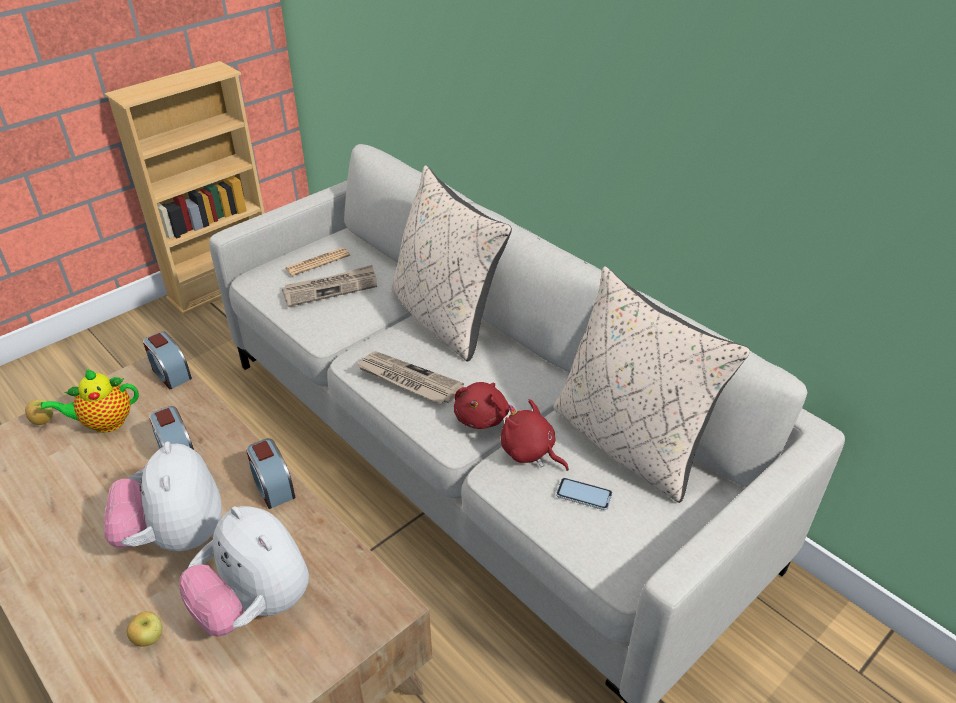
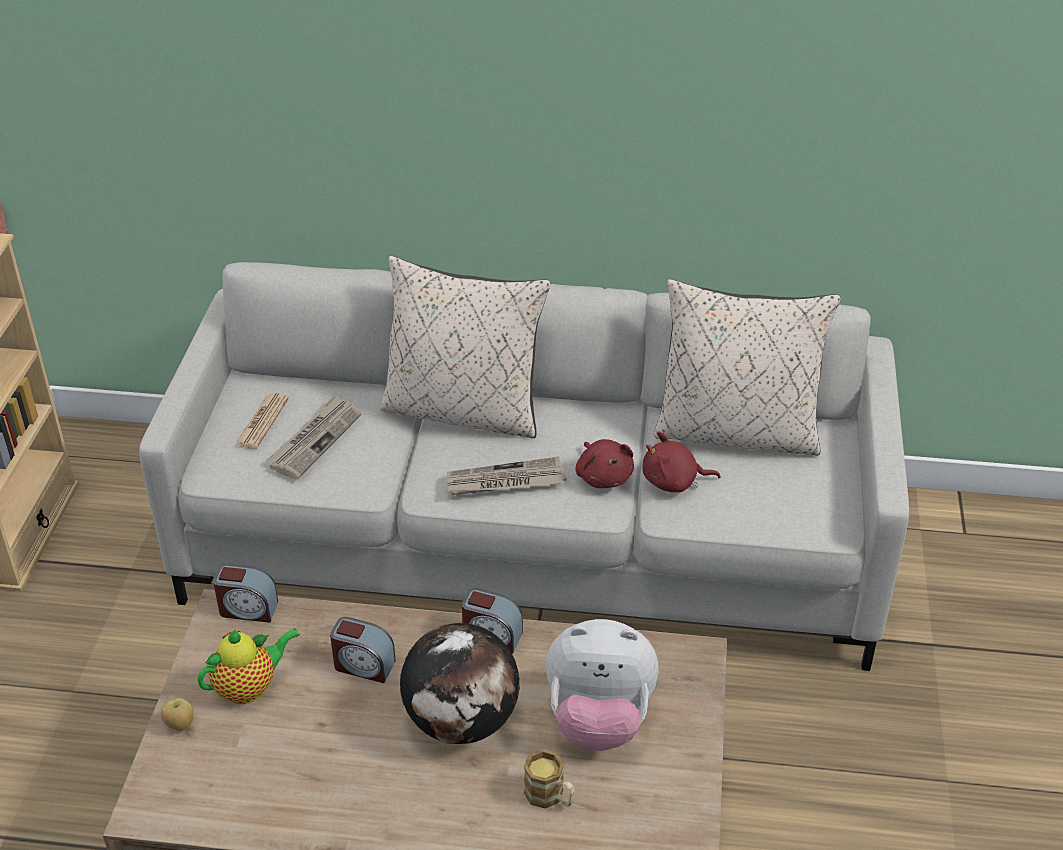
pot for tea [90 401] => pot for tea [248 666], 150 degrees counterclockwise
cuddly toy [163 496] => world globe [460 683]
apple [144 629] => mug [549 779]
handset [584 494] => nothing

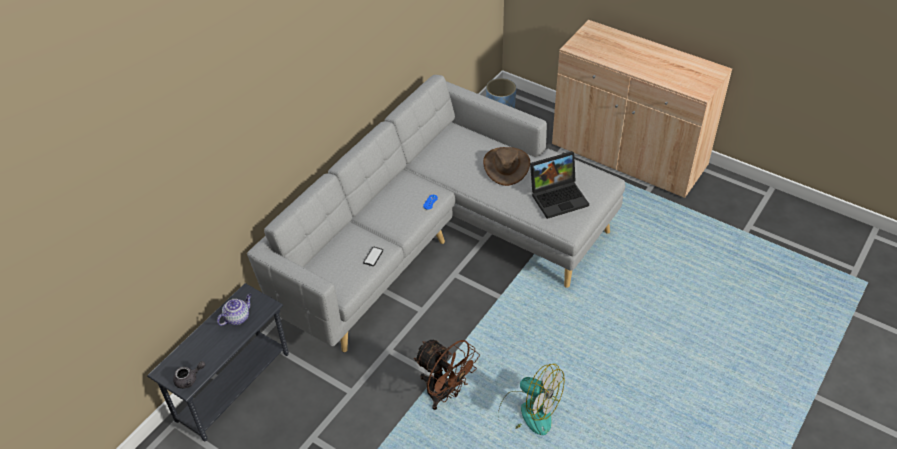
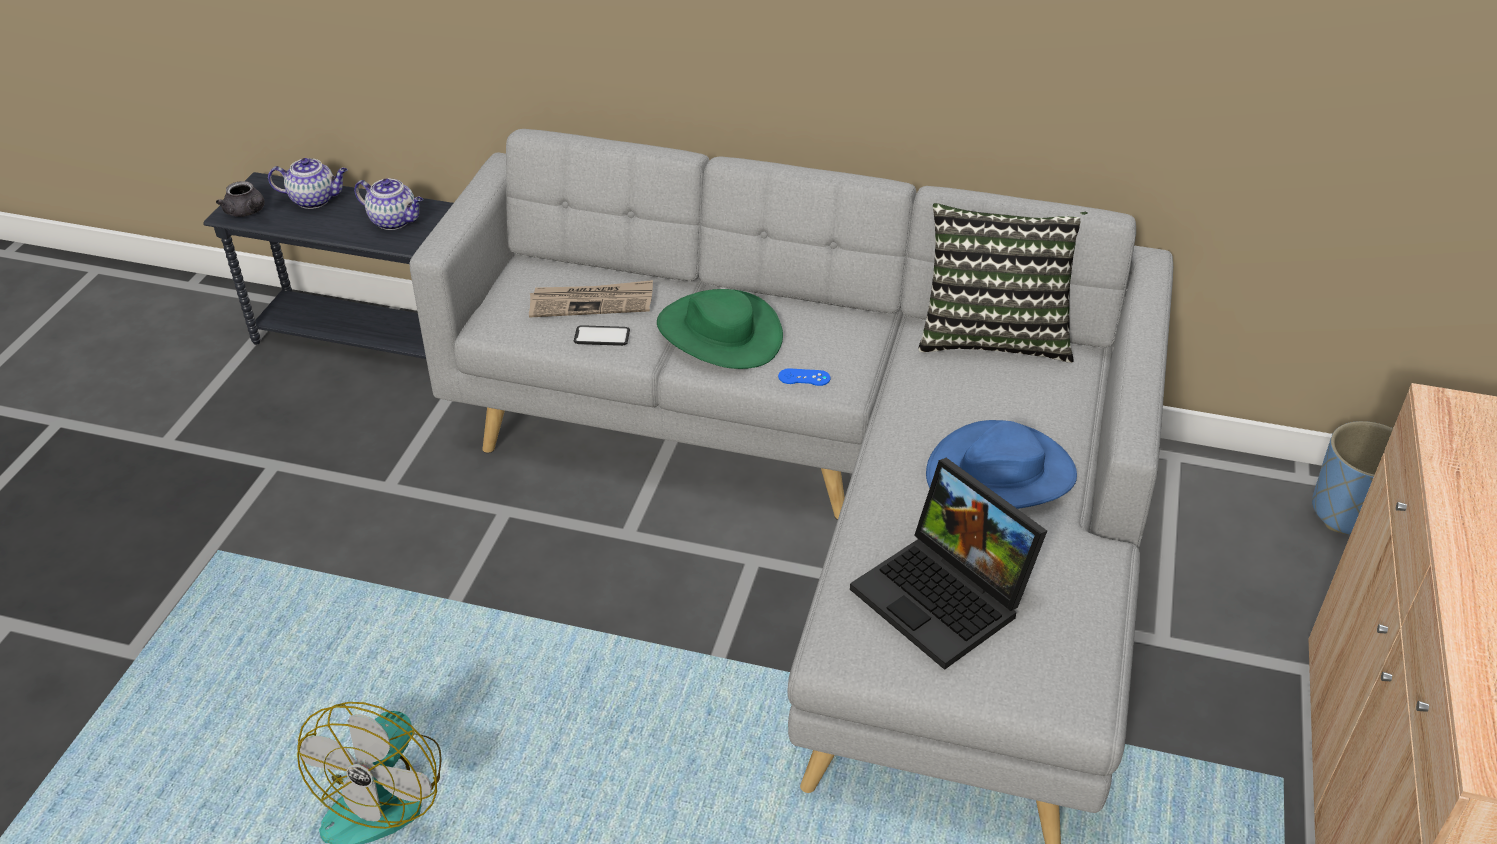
brownish cooling fan [447 375] => nothing
brownish wearable hat [506 166] => blue wearable hat [1001 464]
nothing => pot for tea [308 183]
nothing => printed paper [591 299]
nothing => green-coloured wearable hat [720 329]
nothing => throw pillow [1003 283]

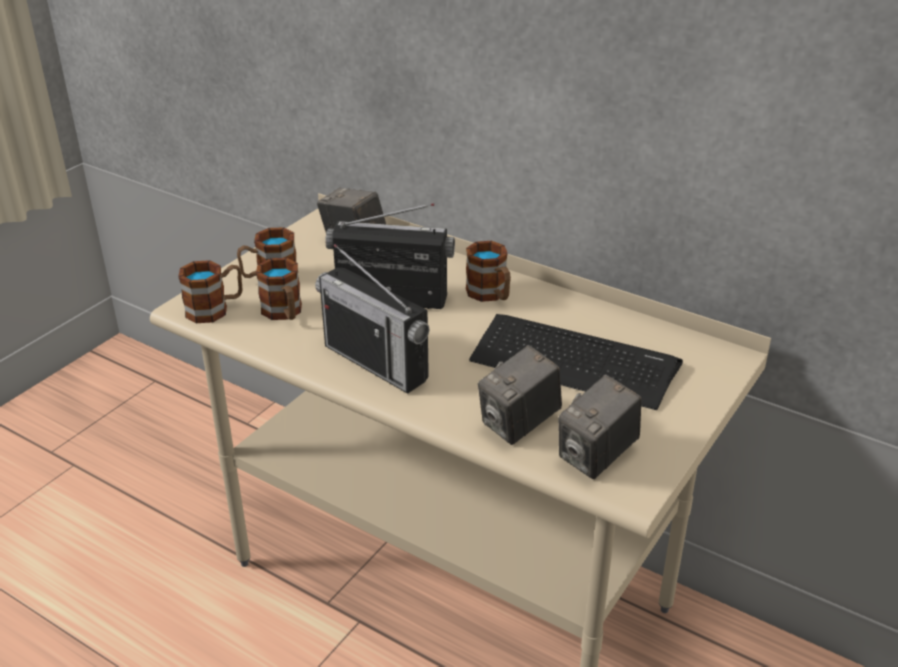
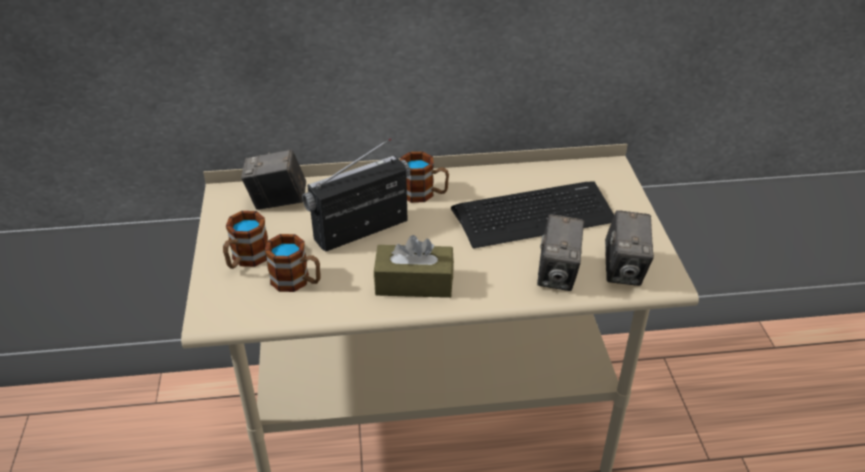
mug [210 291] => nothing
radio [372 319] => brownish tissue holder [414 266]

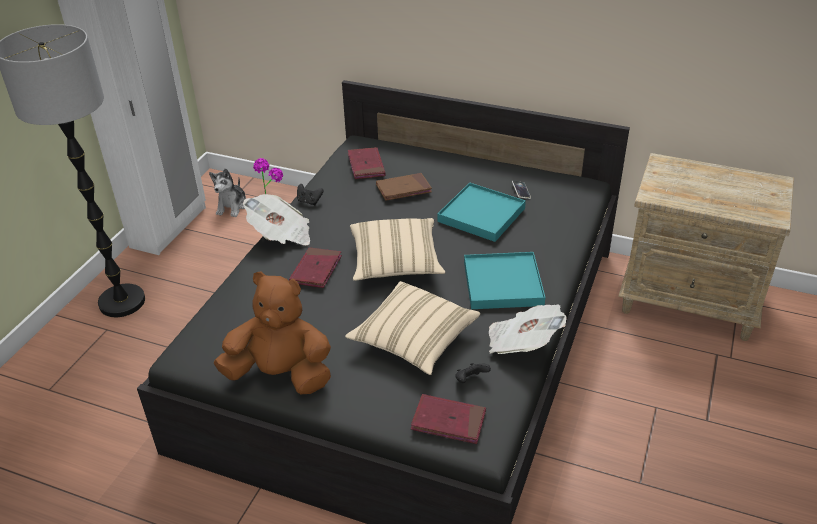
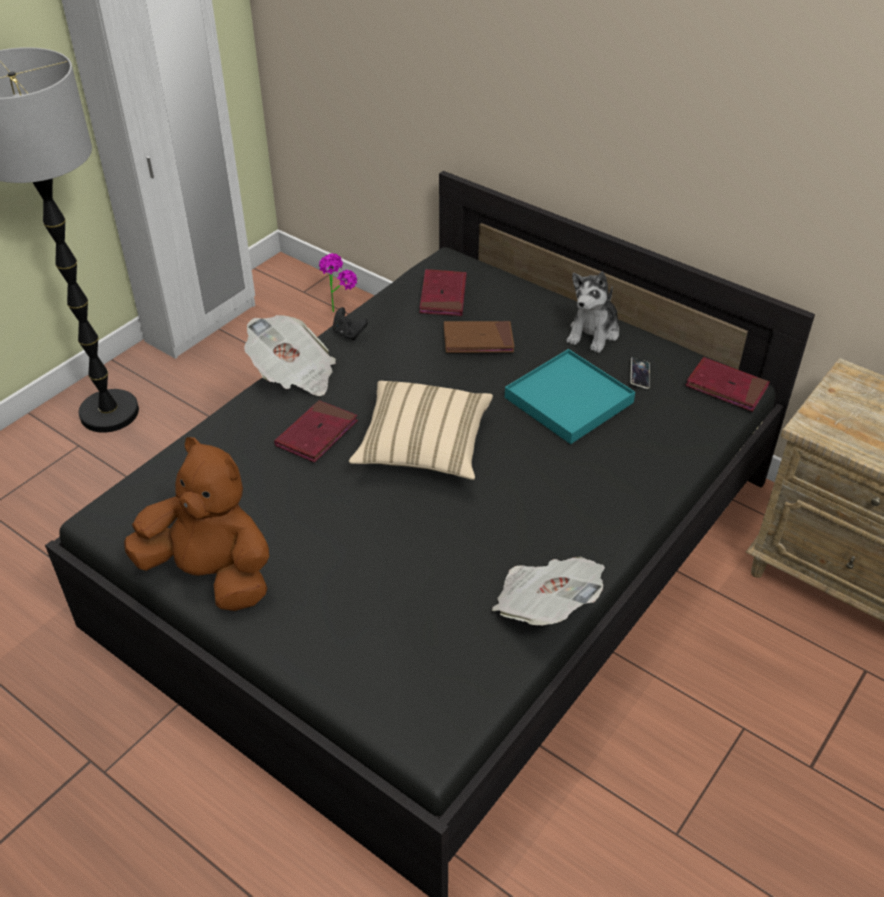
cuddly toy [227 192] => cuddly toy [592 312], relocated
beige-coloured throw pillow [412 328] => nothing
red-coloured bound book [448 419] => red-coloured bound book [727 384], relocated
black-coloured joypad [473 373] => nothing
turquoise-coloured carrying tray [504 280] => nothing

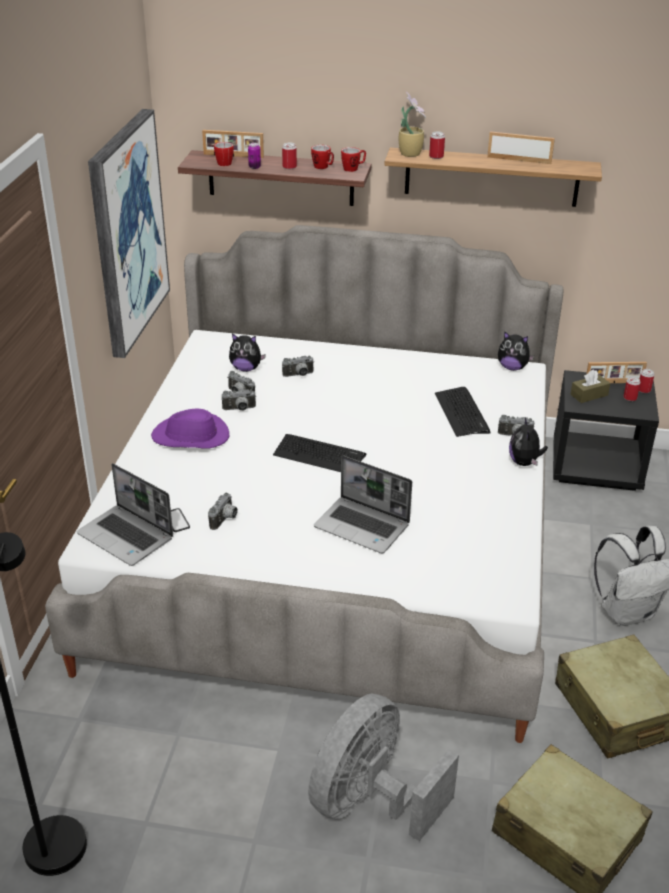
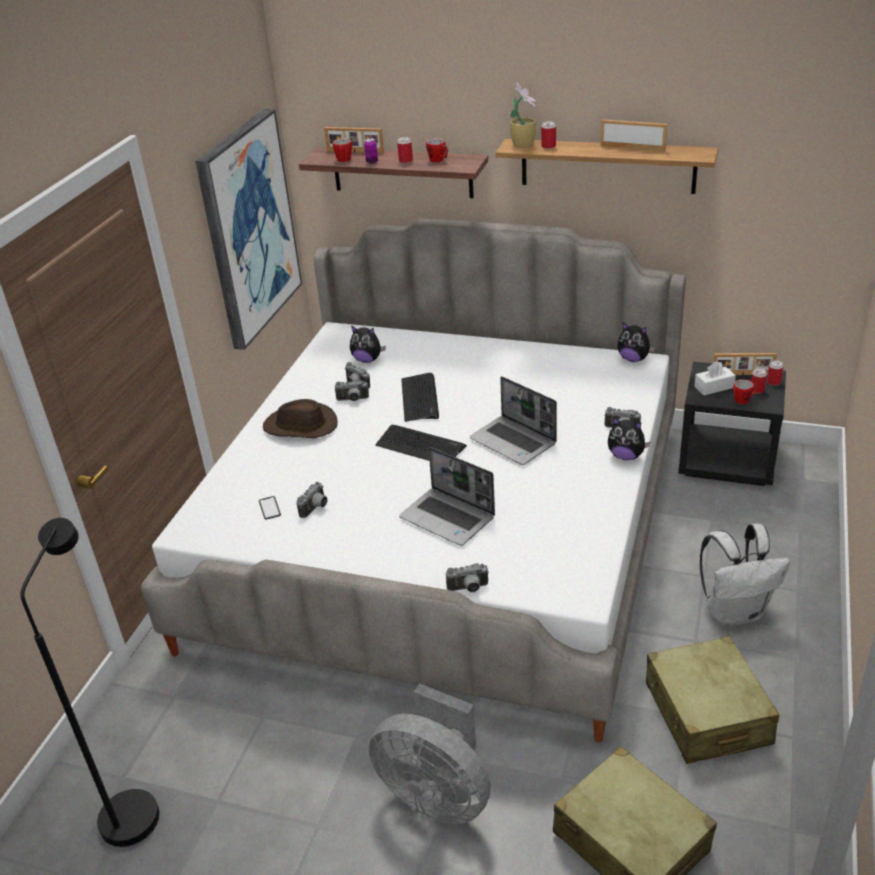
laptop [125 514] => laptop [513 420], relocated
purplish wearable hat [190 429] => brownish wearable hat [300 418]
still camera [298 366] => still camera [467 577], relocated
greyish cooling fan [383 767] => greyish cooling fan [430 754], 105 degrees counterclockwise
mug [353 159] => mug [745 391], relocated
computer keyboard [463 412] => computer keyboard [420 397], relocated
cuddly toy [528 441] => cuddly toy [629 438], 75 degrees counterclockwise
brownish tissue holder [590 386] => white-coloured tissue holder [715 378]

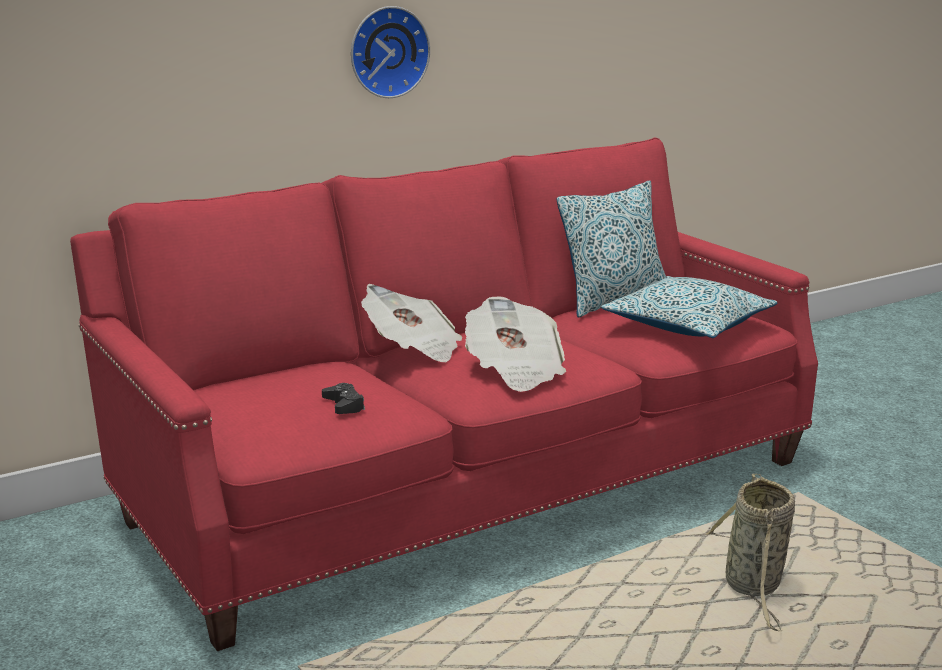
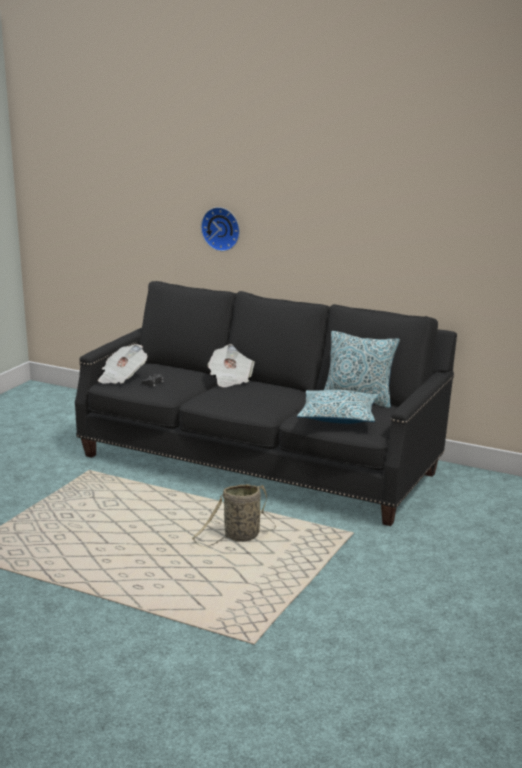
red-coloured settee [444 394] => black-coloured settee [266 403]
clock on the wall [390 52] => clock on the wall [220 229], relocated
printed paper [515 344] => printed paper [122 364], relocated

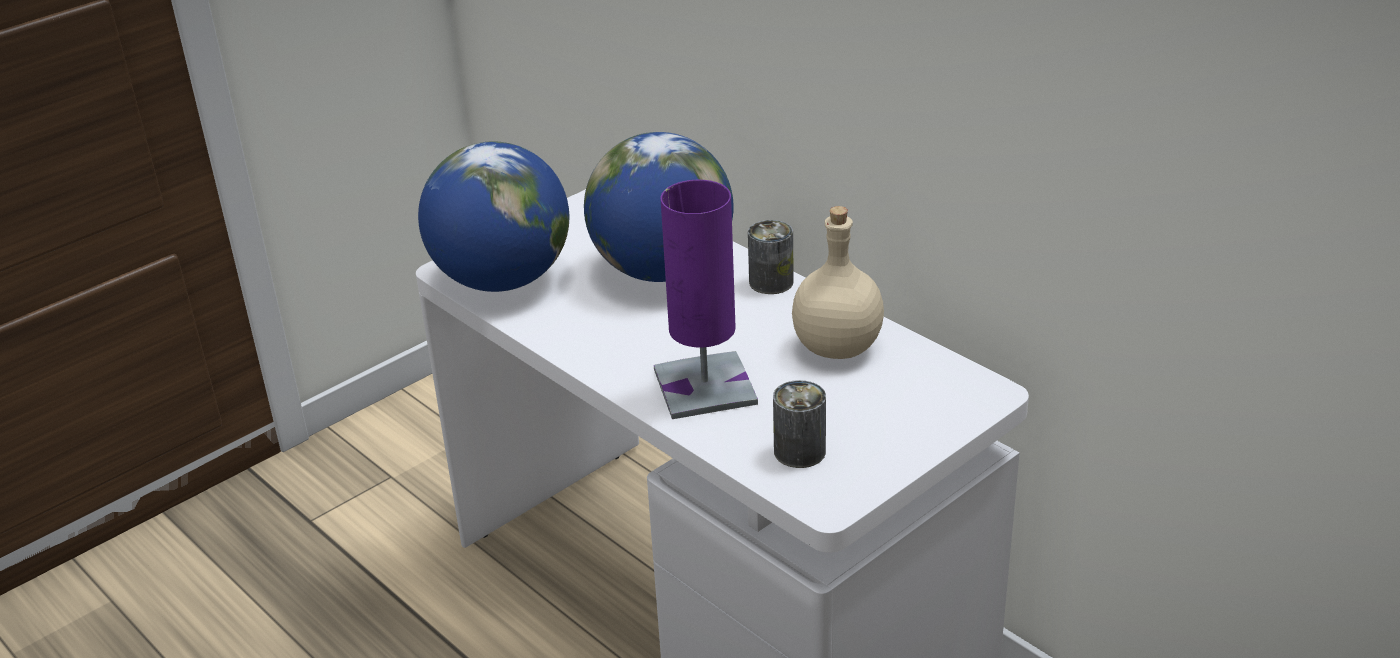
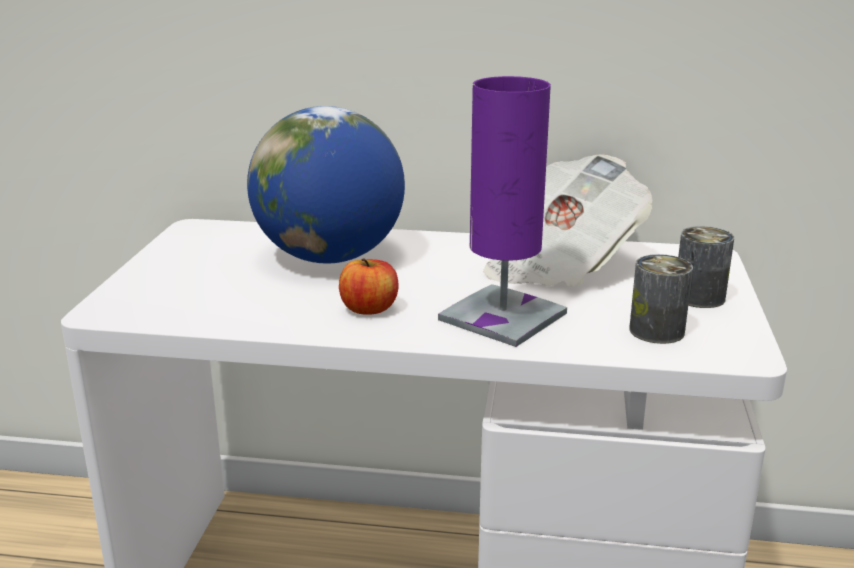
world globe [493 216] => nothing
can [771 257] => can [706 267], relocated
beige-coloured bottle [838 282] => printed paper [568 220]
nothing => apple [369 286]

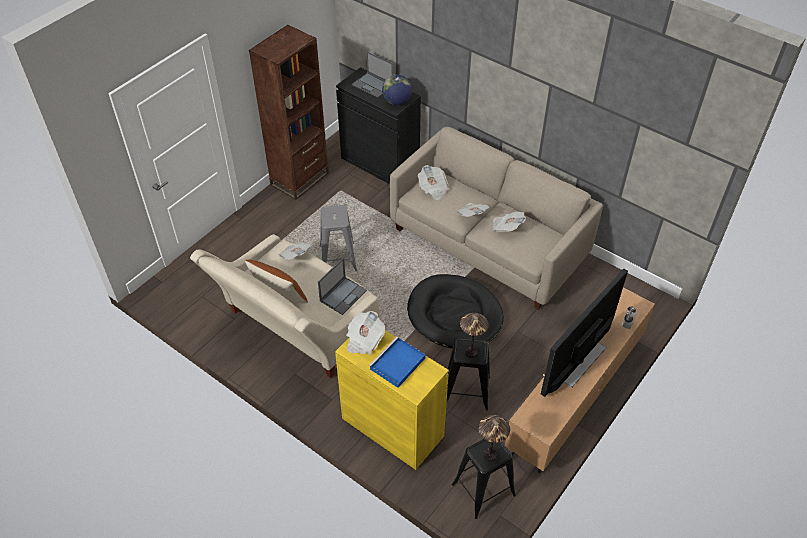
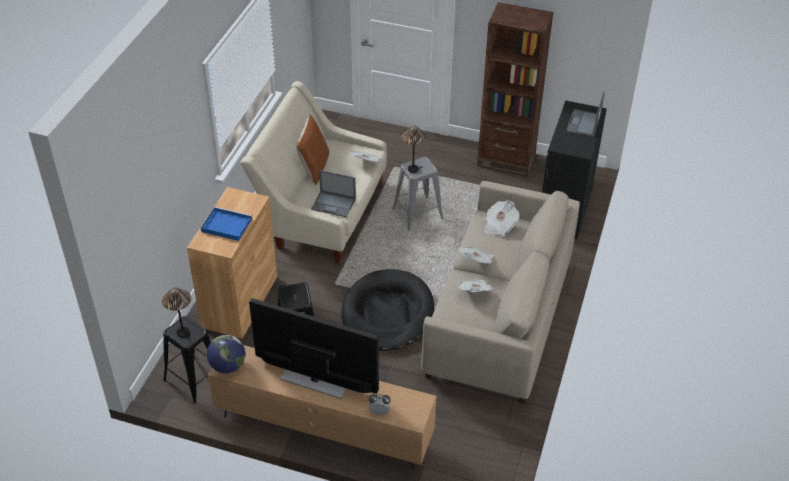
yellow-coloured cabinet [392 400] => brownish cabinet [232 263]
printed paper [365 333] => nothing
world globe [397 90] => world globe [226 354], relocated
table lamp [474 335] => table lamp [414 149], relocated

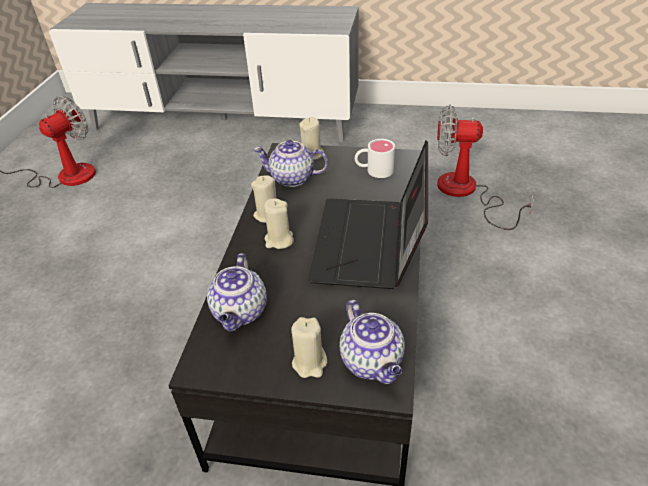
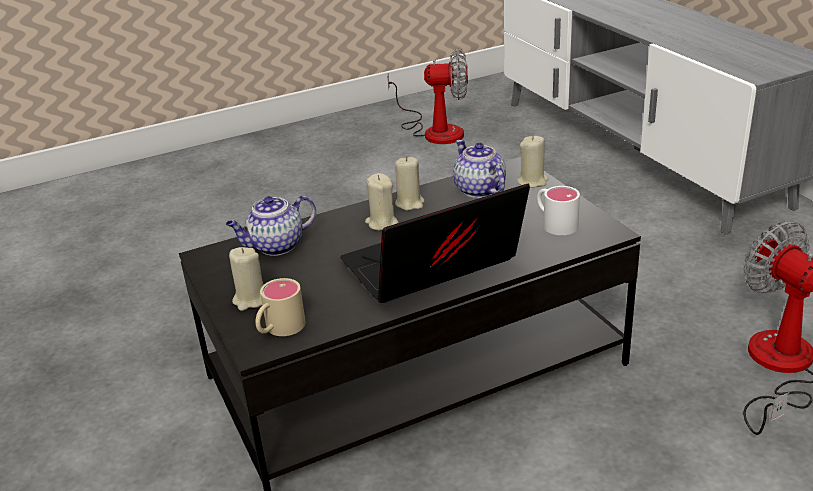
pot for tea [372 342] => beige-coloured mug [280 307]

